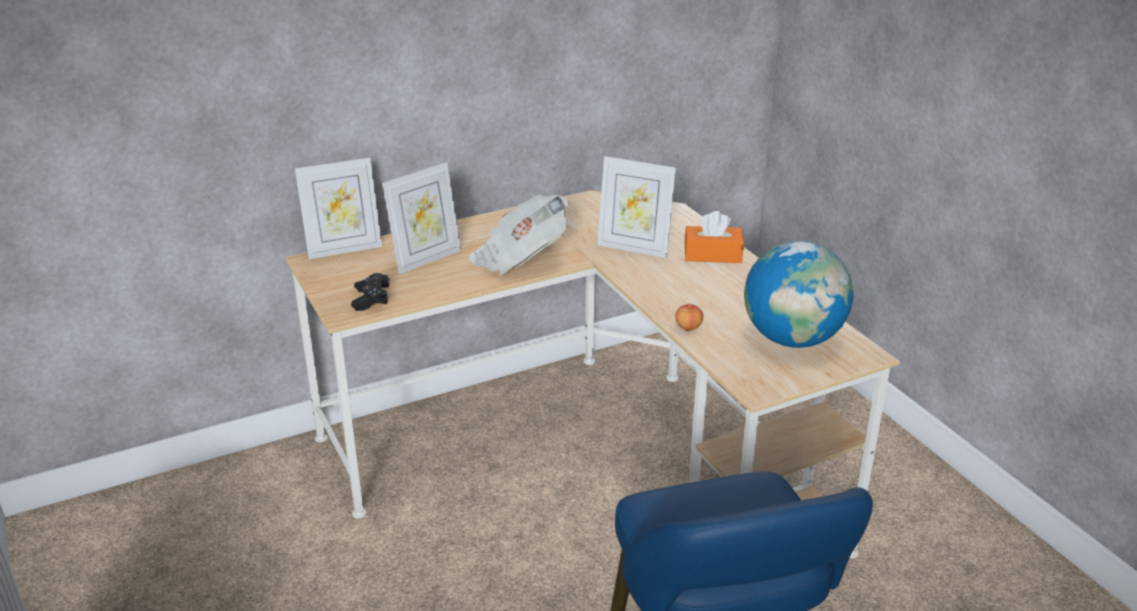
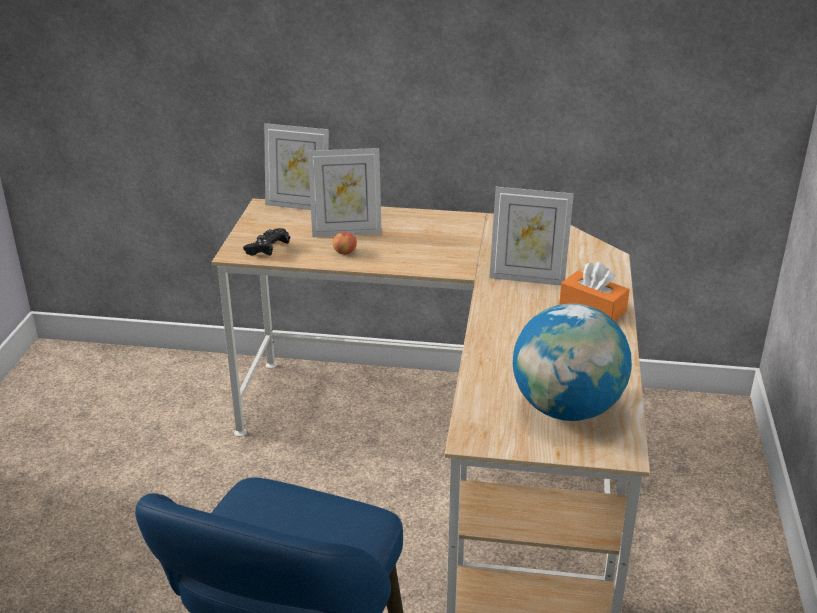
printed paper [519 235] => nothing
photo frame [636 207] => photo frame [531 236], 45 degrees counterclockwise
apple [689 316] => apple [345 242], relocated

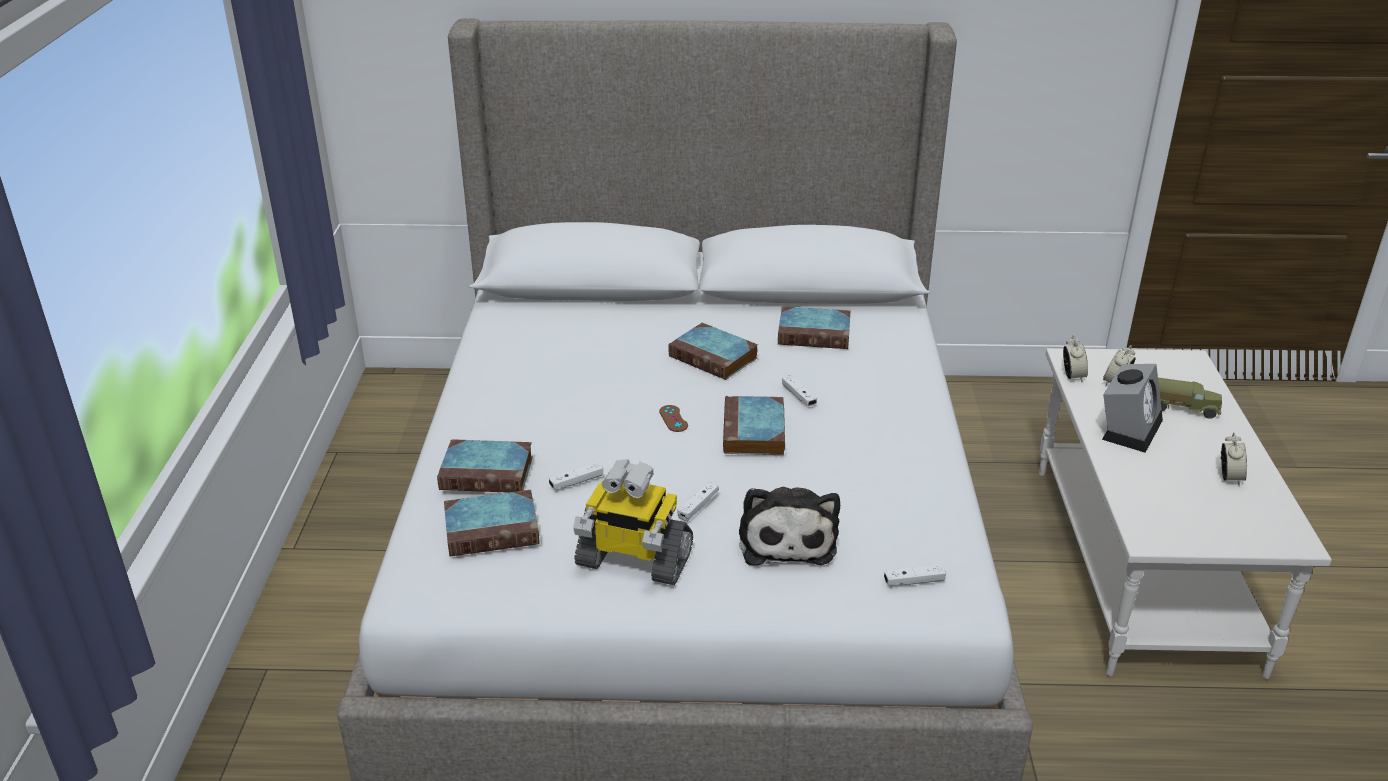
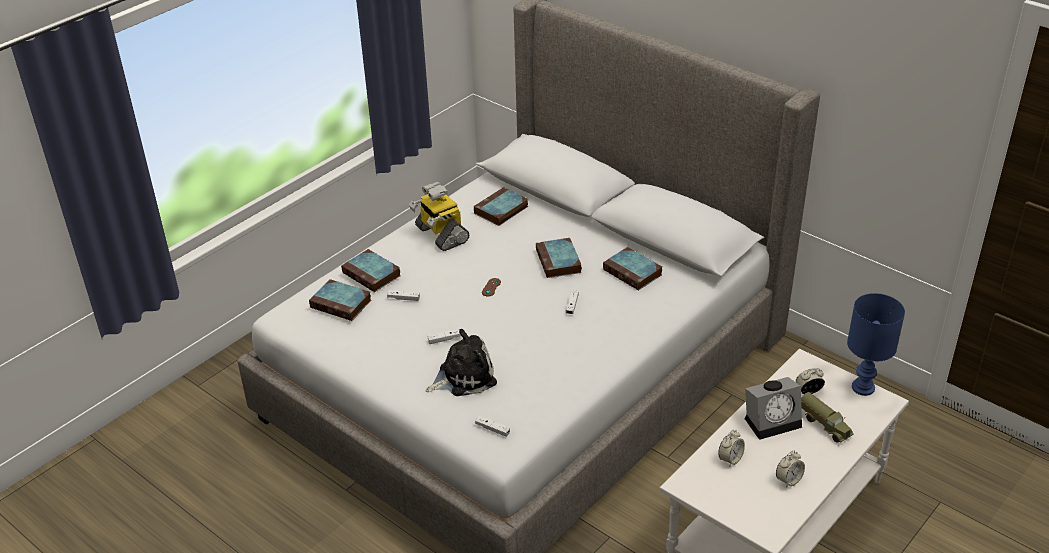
model robot [633 522] => model robot [439 216], relocated
bound book [754 425] => bound book [501 206], relocated
cuddly toy [789 526] => cuddly toy [461 362], 150 degrees counterclockwise
alarm clock [1075 358] => alarm clock [731 448], relocated
nothing => blue table lamp [876 344]

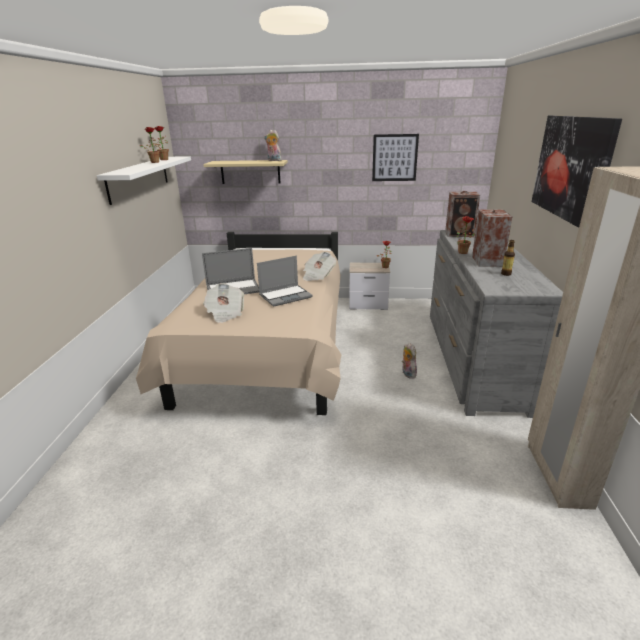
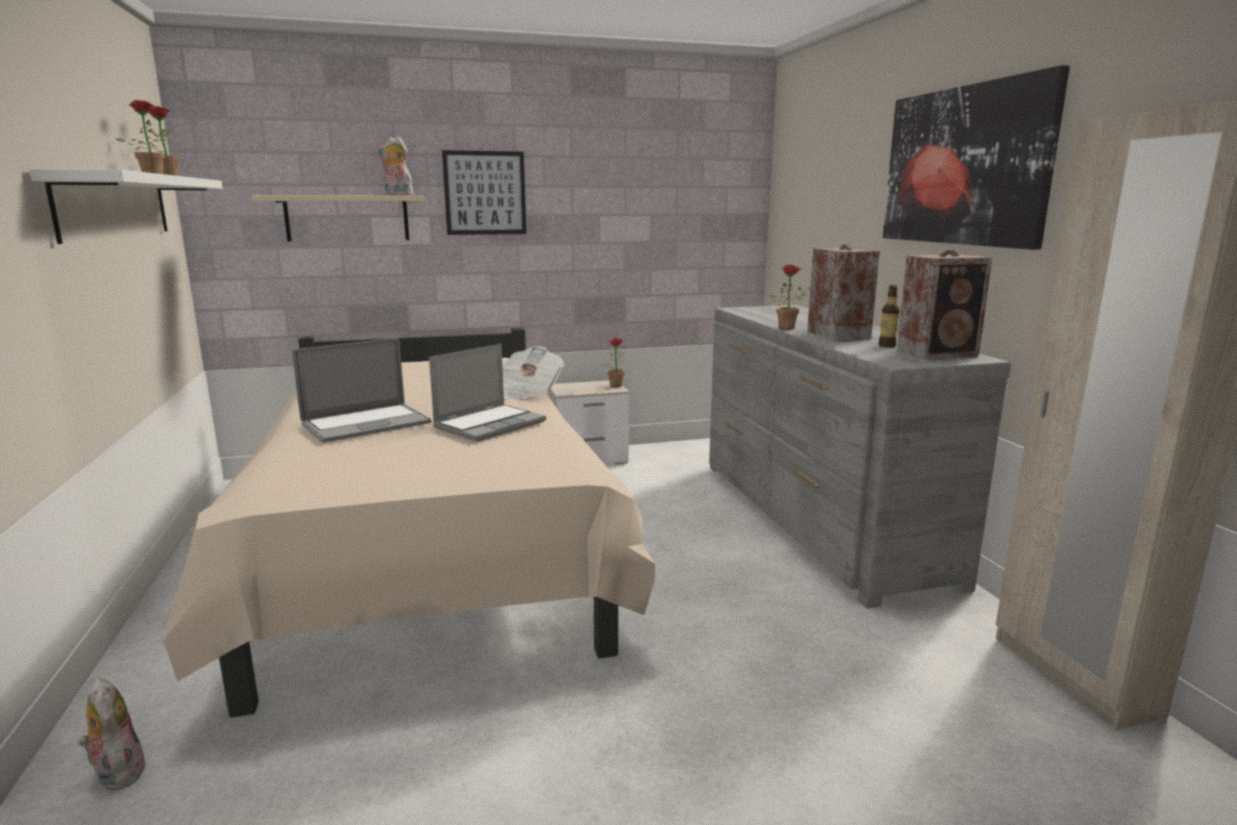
printed paper [224 303] => nothing
picture [395 157] => picture [484 192], relocated
cuddly toy [409 361] => cuddly toy [112 734], relocated
speaker [462 214] => speaker [944 304], relocated

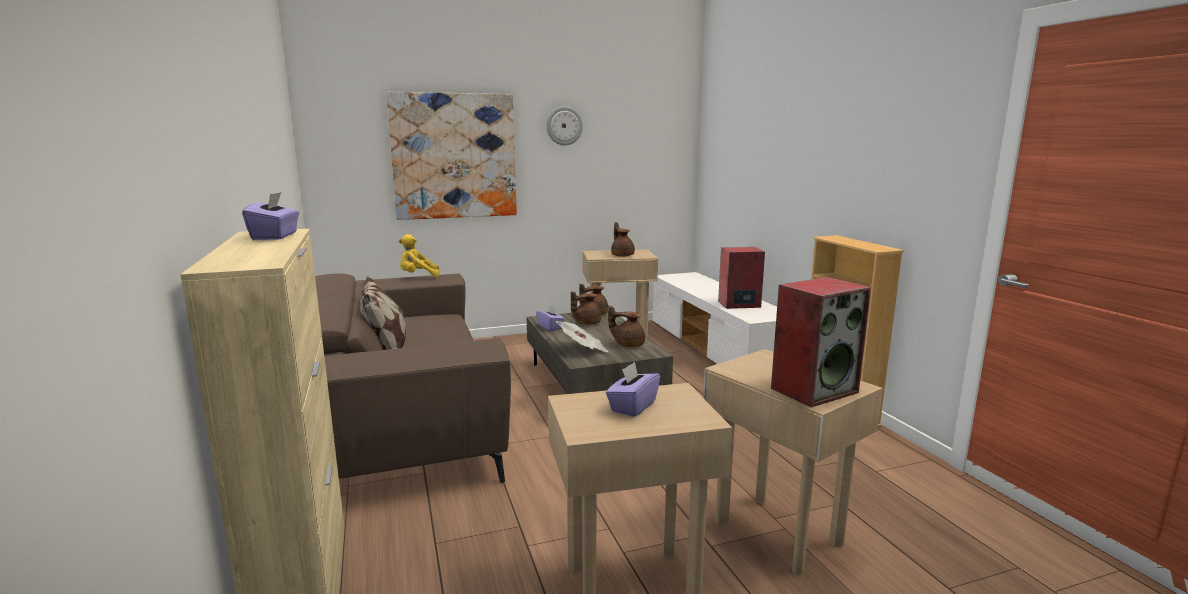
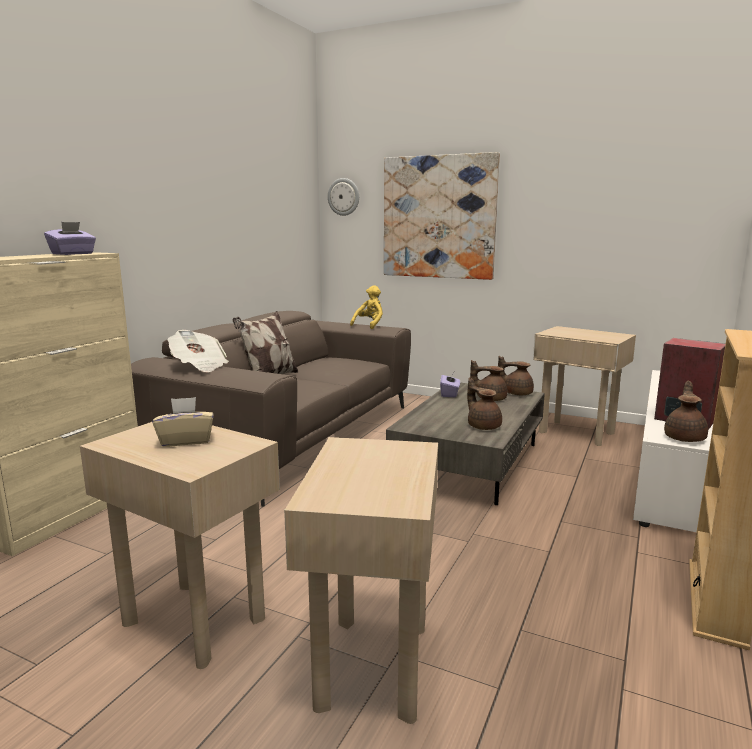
yellow-coloured cuddly toy [419 255] => yellow-coloured cuddly toy [366 307], 90 degrees clockwise
clock on the wall [564 125] => clock on the wall [343 197], relocated
printed paper [582 336] => printed paper [198 351], relocated
purplish tissue holder [633 389] => beige-coloured tissue holder [183 422]
brownish pot for tea [623 239] => brownish pot for tea [686 411], relocated
speaker [821 342] => nothing

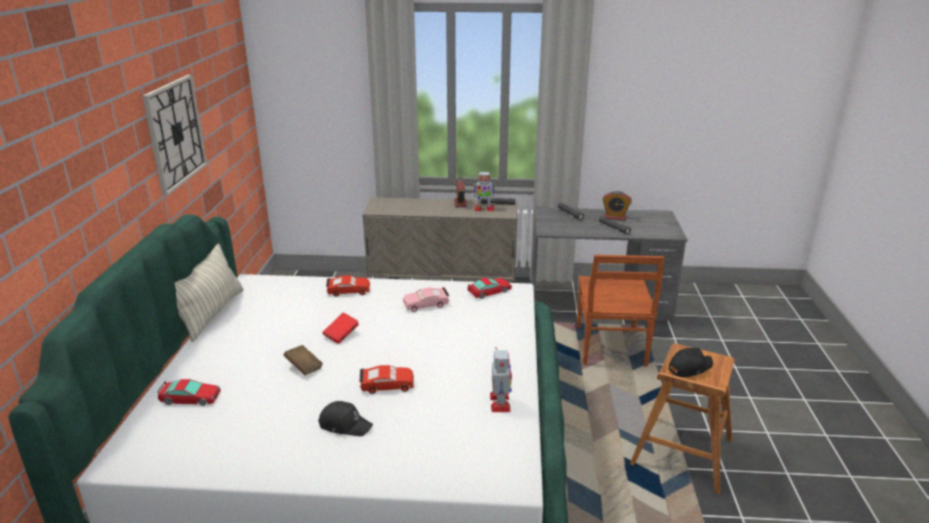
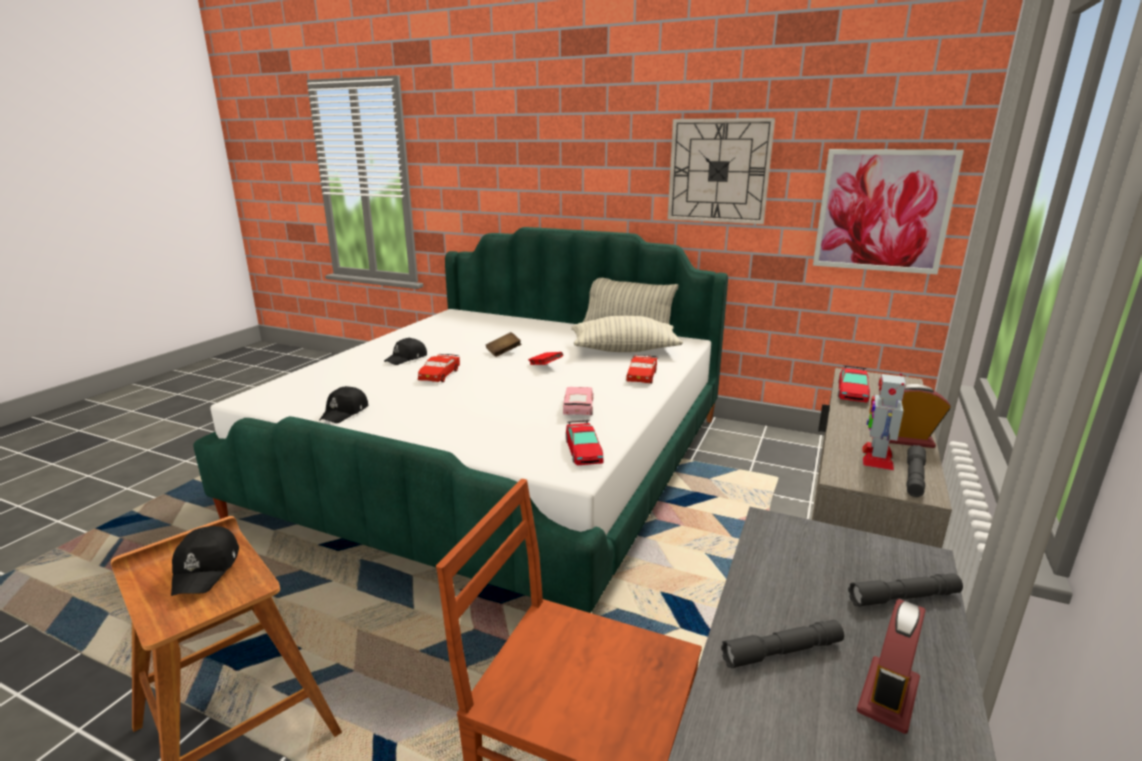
model car [189 392] => model car [854 384], relocated
model robot [501 379] => black-coloured cap [343 404]
nothing => throw pillow [627 333]
nothing => picture [888 211]

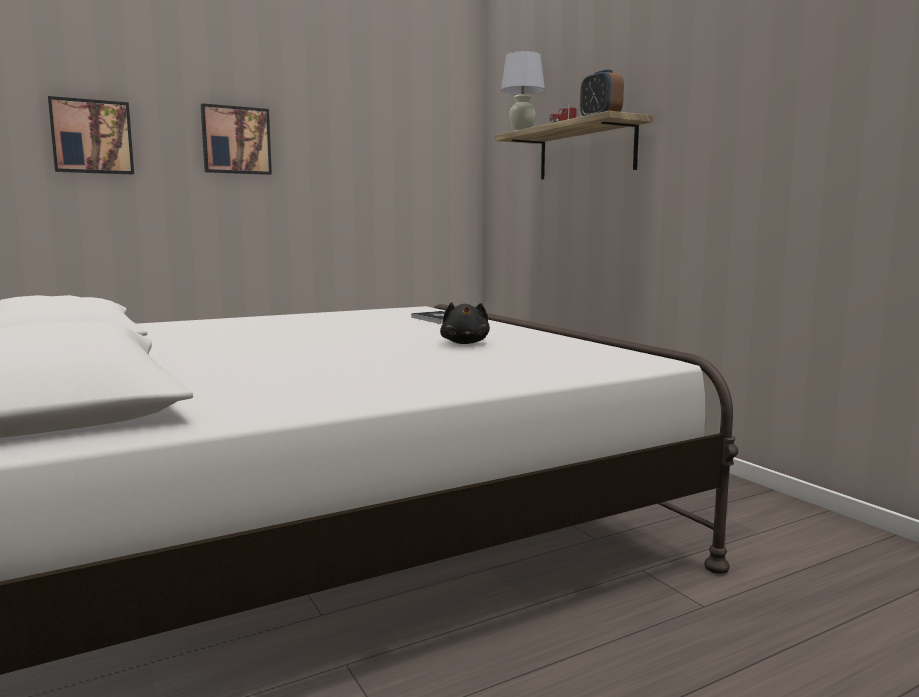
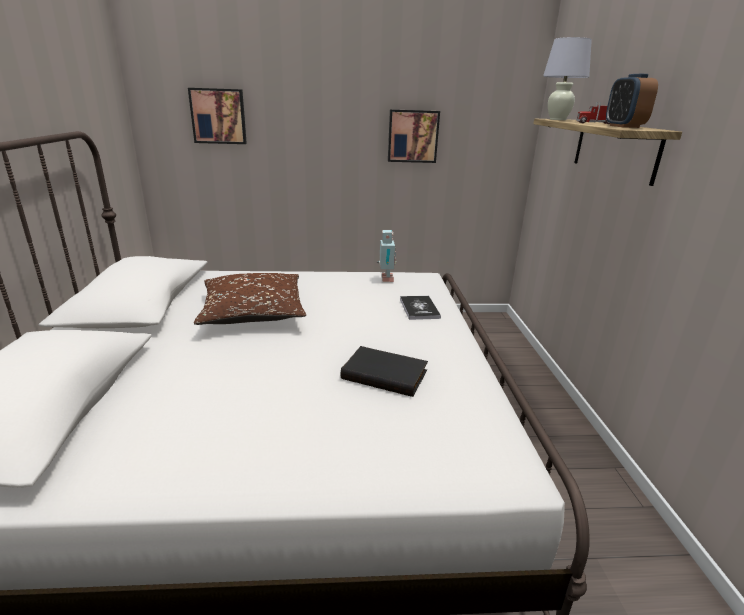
picture [236 139] => picture [414 136], relocated
black-coloured cuddly toy [465 323] => black-coloured bound book [384 371]
nothing => brownish throw pillow [250 299]
nothing => model robot [386 256]

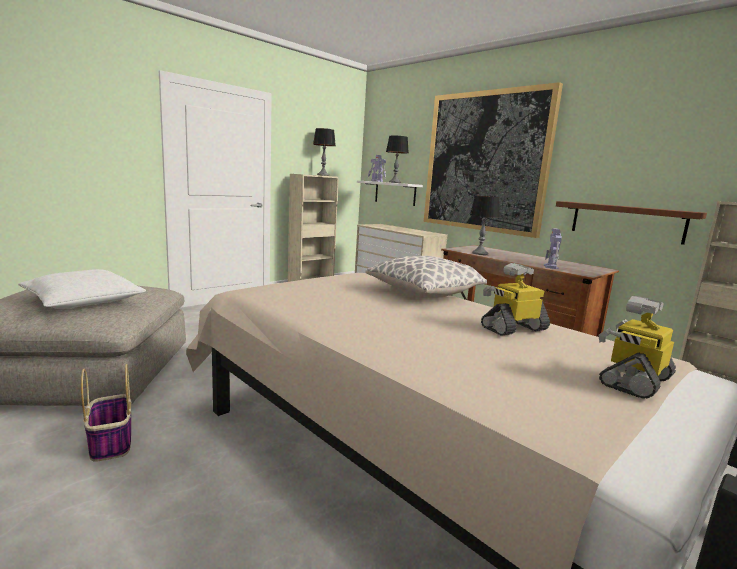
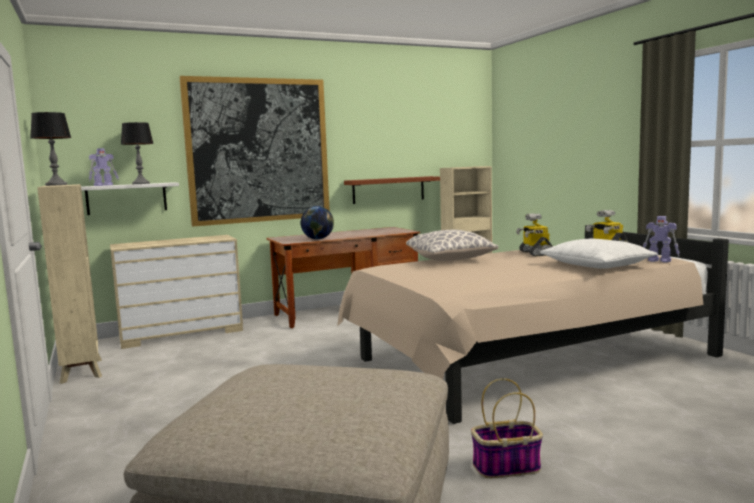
white-coloured throw pillow [82 289] => white-coloured throw pillow [599 254], relocated
table lamp [485 225] => world globe [317 223]
model robot [553 248] => model robot [661 239], relocated

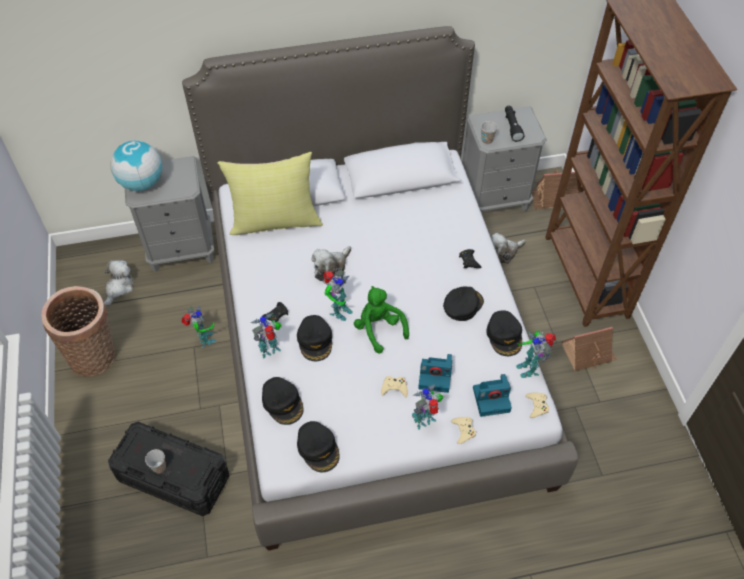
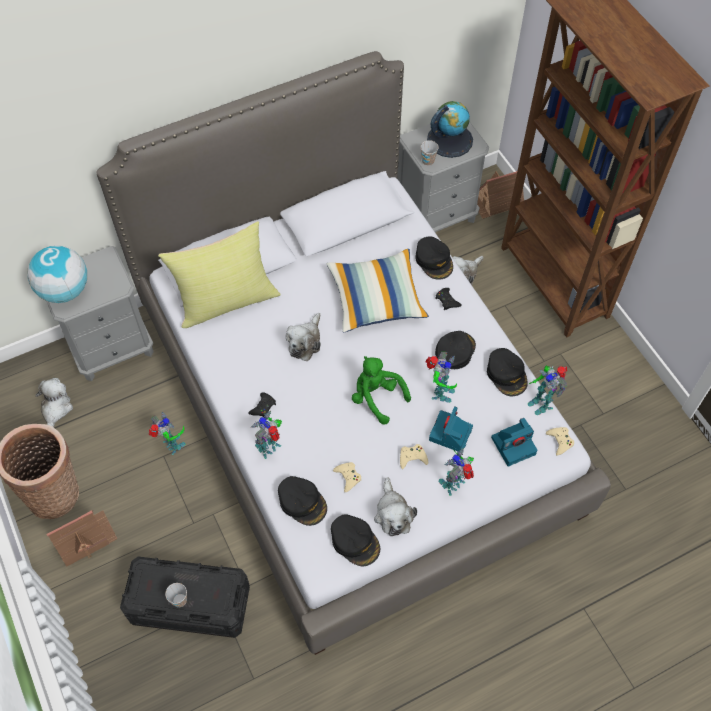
black-coloured cap [314 338] => black-coloured cap [434 258], relocated
model robot [338 295] => model robot [441 377], relocated
still camera [435 373] => still camera [451 428], 120 degrees clockwise
beige-coloured joypad [463 430] => beige-coloured joypad [347 477], relocated
black-coloured flashlight [515 124] => world globe [450 129]
model house [589 349] => model house [82 538], relocated
nothing => throw pillow [378 290]
nothing => cuddly toy [395 506]

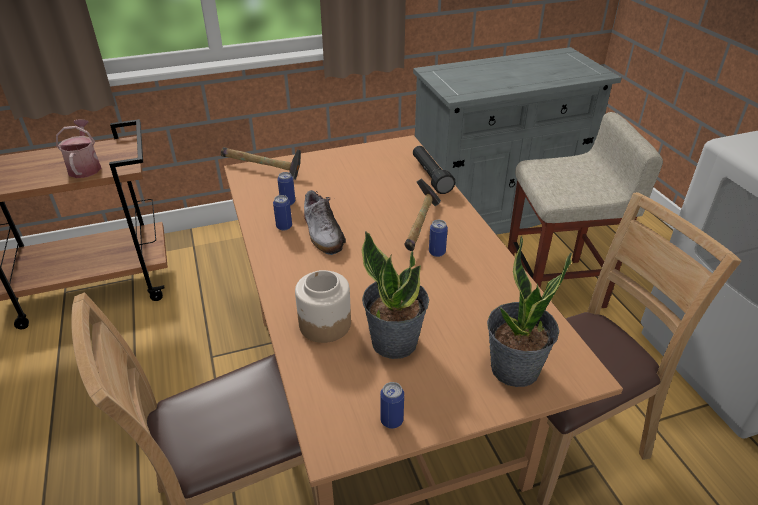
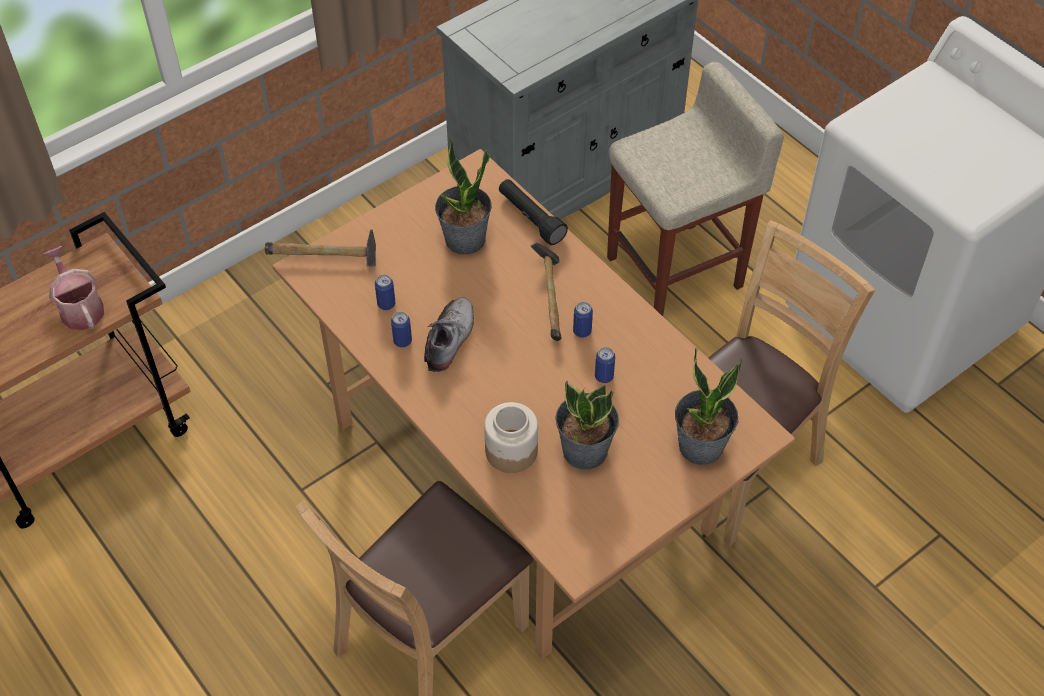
shoe [325 222] => shoe [449 334], 120 degrees counterclockwise
can [392 405] => can [605 365], relocated
nothing => houseplant [463 196]

